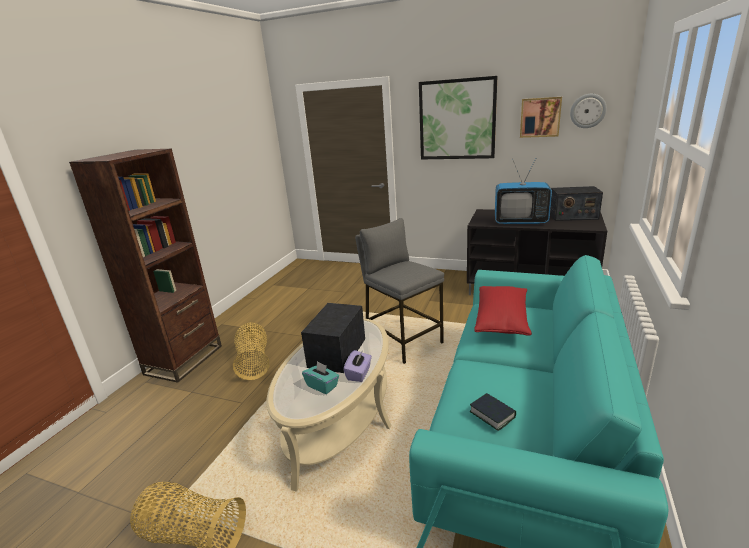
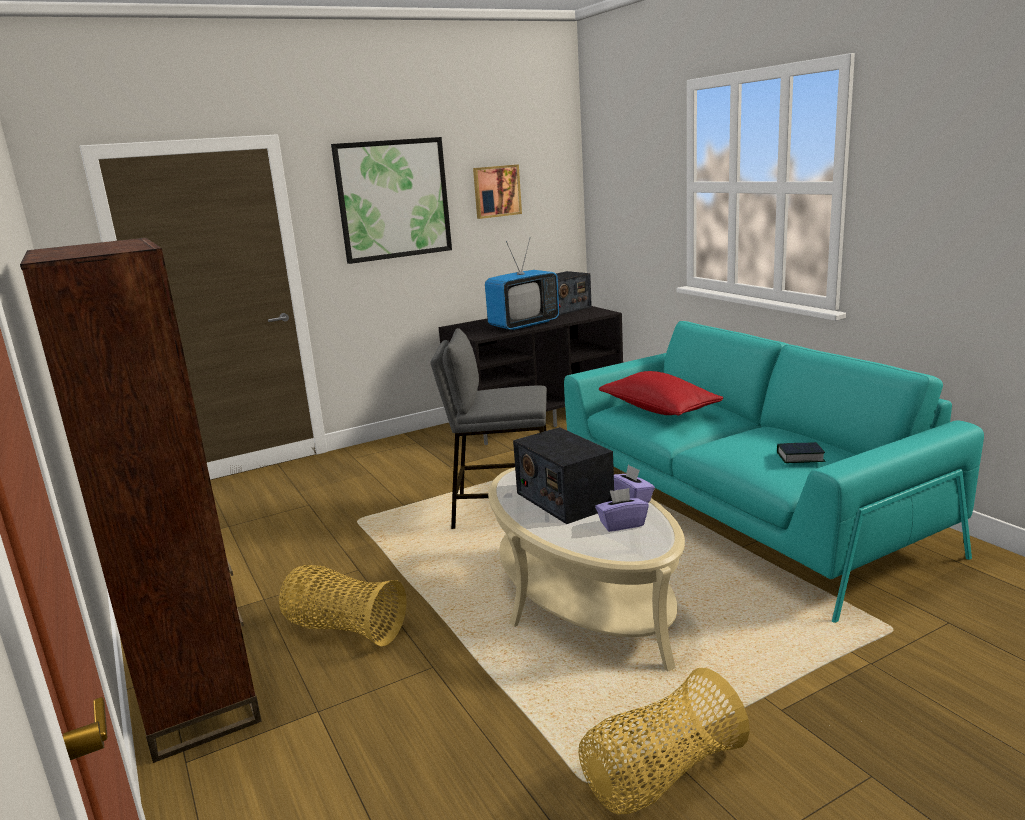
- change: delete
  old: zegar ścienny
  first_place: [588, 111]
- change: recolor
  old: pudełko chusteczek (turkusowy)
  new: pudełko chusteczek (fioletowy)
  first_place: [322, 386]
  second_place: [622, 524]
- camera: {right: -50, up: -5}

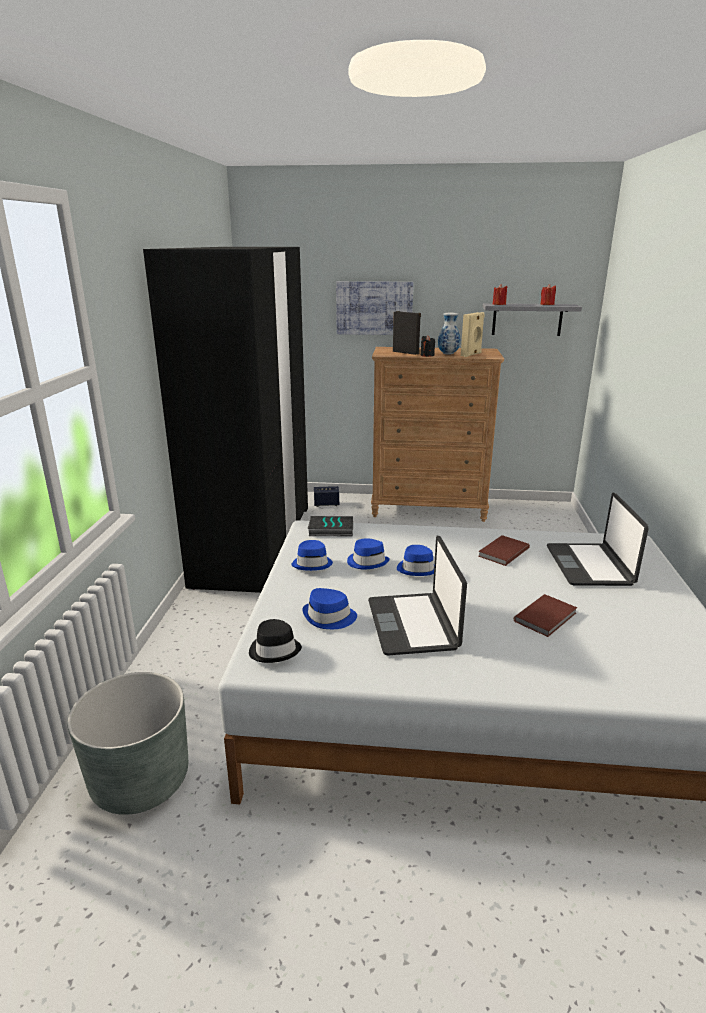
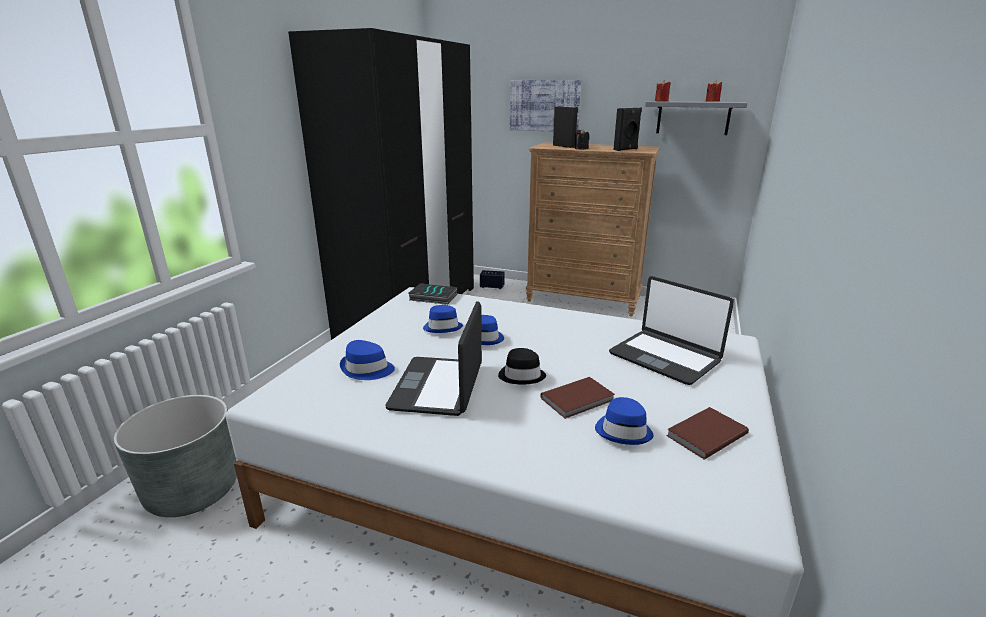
- change: delete
  old: wazon
  first_place: [447, 354]
- change: move
  old: kapelusz (czarny)
  first_place: [275, 650]
  second_place: [522, 375]
- change: move
  old: kapelusz (niebieski)
  first_place: [312, 563]
  second_place: [623, 431]
- change: move
  old: książka (brązowy)
  first_place: [502, 552]
  second_place: [704, 434]
- change: recolor
  old: głośnik (beżowy)
  new: głośnik (czarny)
  first_place: [471, 354]
  second_place: [626, 149]
- change: rotate
  old: laptop
  first_place: [590, 566]
  second_place: [665, 357]
  degrees: -60
- camera: {right: 15, up: 0}

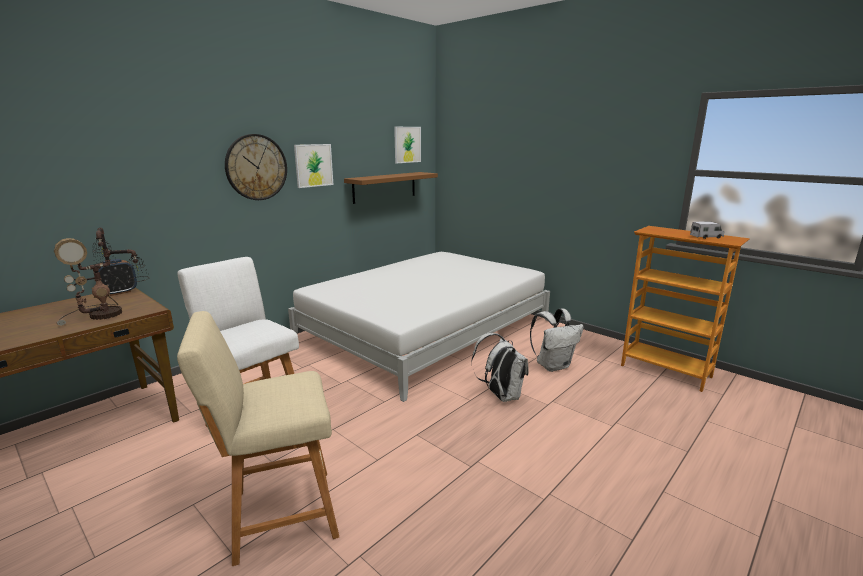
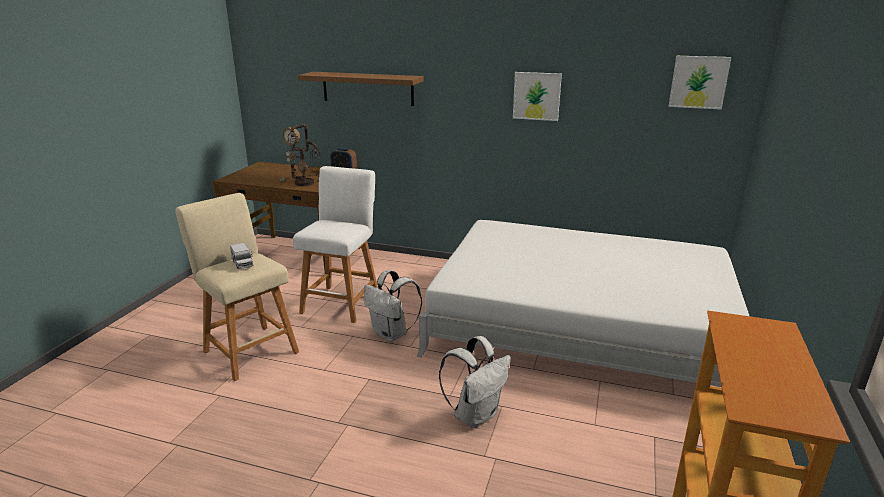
- change: delete
  old: zegar ścienny
  first_place: [256, 167]
- change: move
  old: półka (brązowy)
  first_place: [384, 187]
  second_place: [367, 88]
- change: move
  old: plecak (biały)
  first_place: [553, 365]
  second_place: [392, 334]
- change: move
  old: ciężarówka zabawkowa
  first_place: [706, 237]
  second_place: [242, 263]
- camera: {right: 65, up: 5}

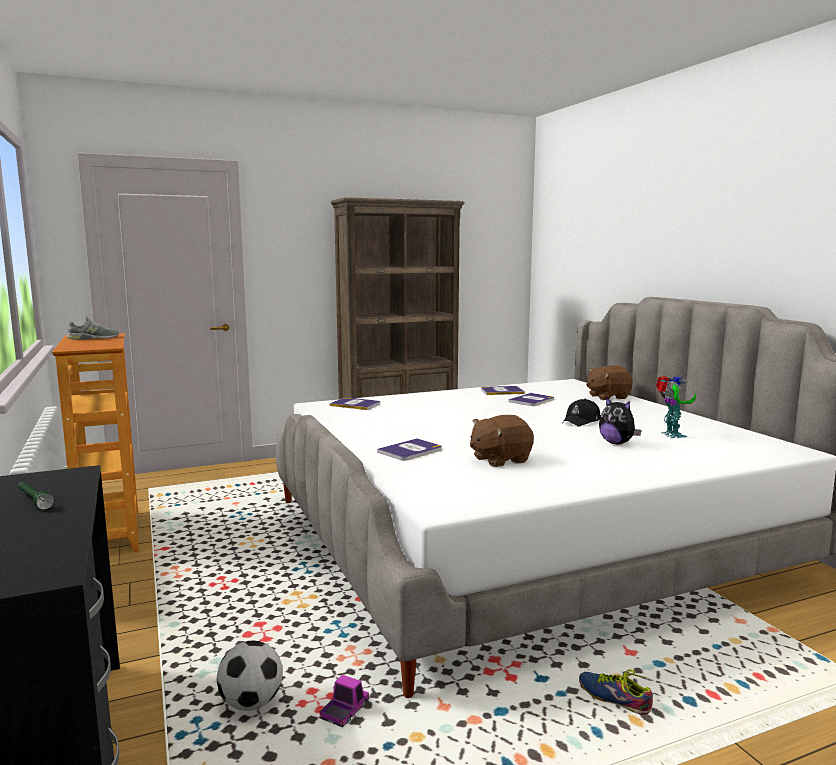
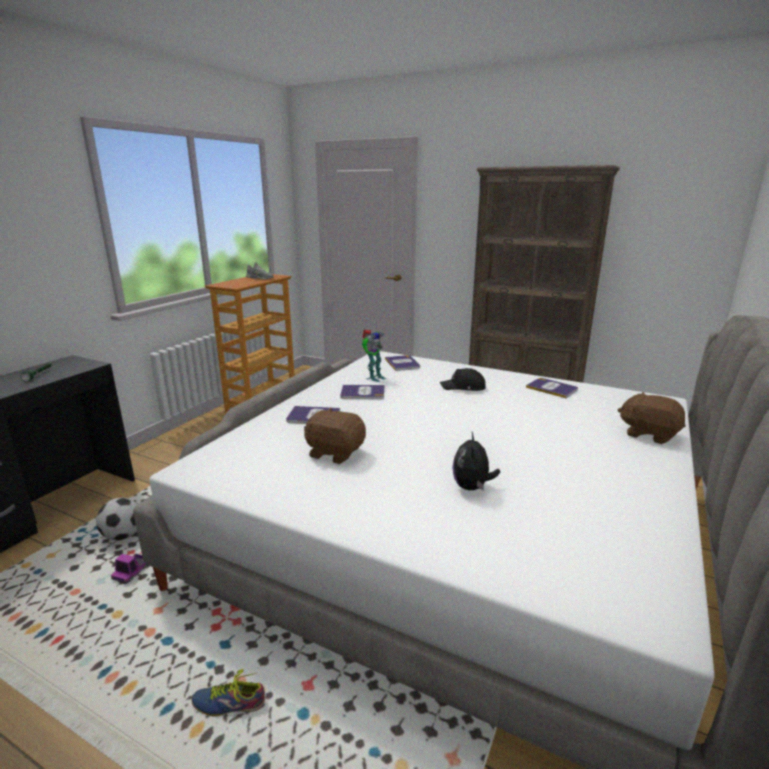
- change: move
  old: książka
  first_place: [532, 400]
  second_place: [362, 393]
- change: move
  old: czapka z daszkiem (czarny)
  first_place: [581, 421]
  second_place: [463, 387]
- change: move
  old: robot zabawkowy
  first_place: [671, 435]
  second_place: [373, 378]
- change: rotate
  old: ciężarówka zabawkowa
  first_place: [345, 712]
  second_place: [132, 572]
  degrees: 120
- change: rotate
  old: but
  first_place: [614, 696]
  second_place: [229, 701]
  degrees: -90
- camera: {right: 50, up: 10}

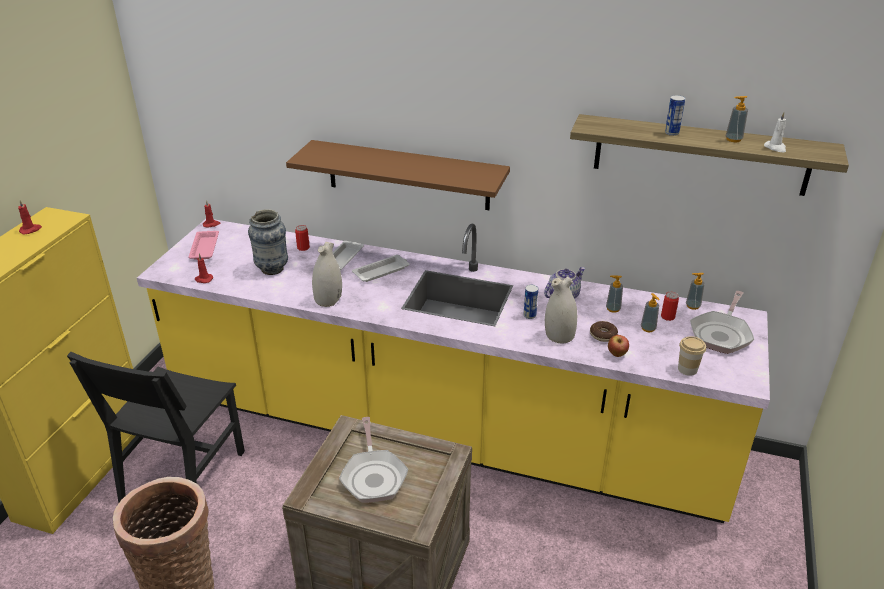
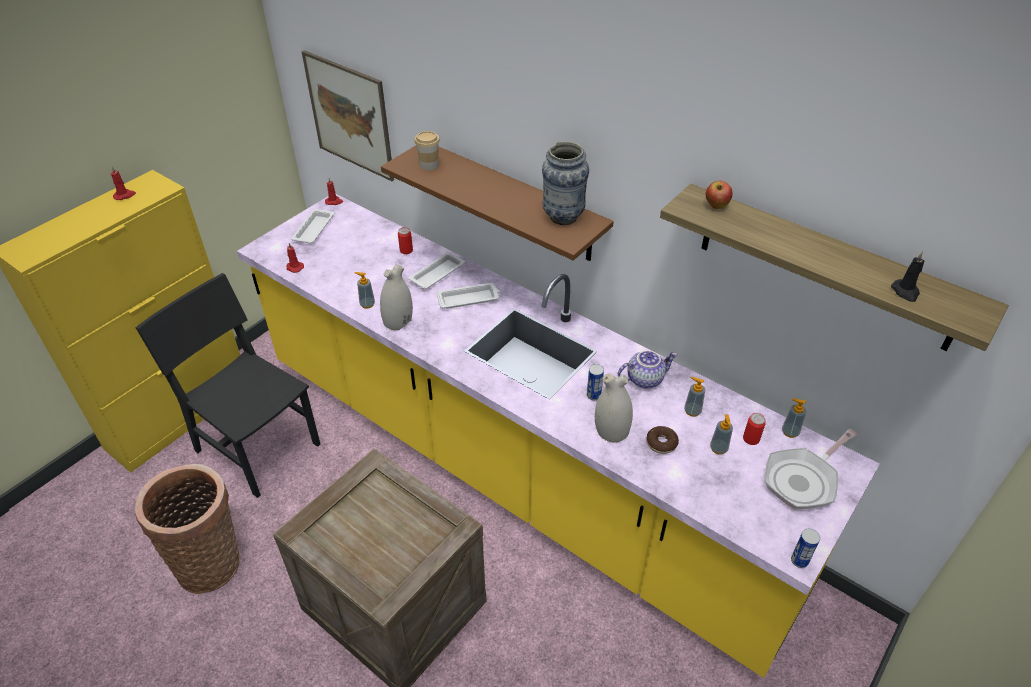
- change: delete
  old: patelnia
  first_place: [373, 476]
- change: insert
  new: obraz
  second_place: [349, 116]
- change: move
  old: wazon
  first_place: [272, 269]
  second_place: [563, 217]
- change: move
  old: jabłko
  first_place: [617, 354]
  second_place: [716, 206]
- change: move
  old: puszka
  first_place: [671, 133]
  second_place: [799, 561]
- change: move
  old: filiżanka
  first_place: [687, 369]
  second_place: [429, 165]
- change: move
  old: dozownik mydła
  first_place: [733, 139]
  second_place: [367, 304]
- change: recolor
  old: taca (różowy)
  new: taca (biały)
  first_place: [205, 247]
  second_place: [314, 229]
- change: recolor
  old: świeca (biały)
  new: świeca (czarny)
  first_place: [775, 148]
  second_place: [905, 292]
- change: rotate
  old: krzesło (czarny)
  first_place: [183, 476]
  second_place: [258, 447]
  degrees: 90
- camera: {right: 20, up: 10}

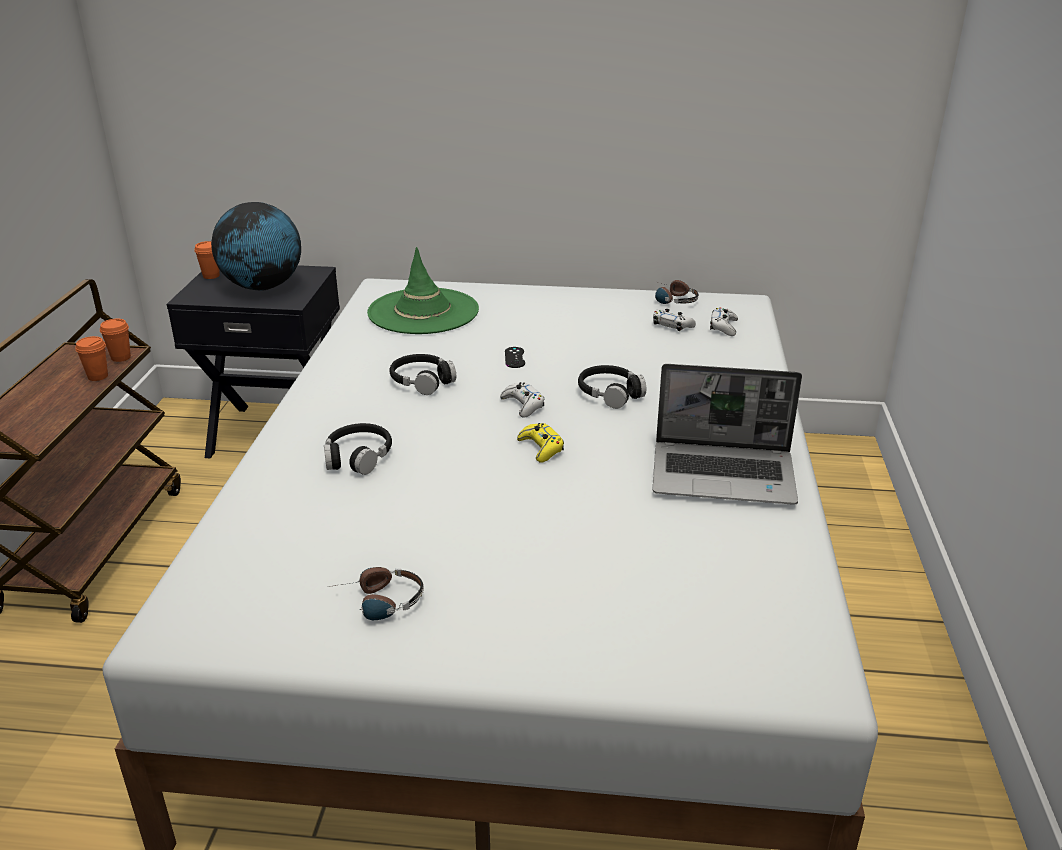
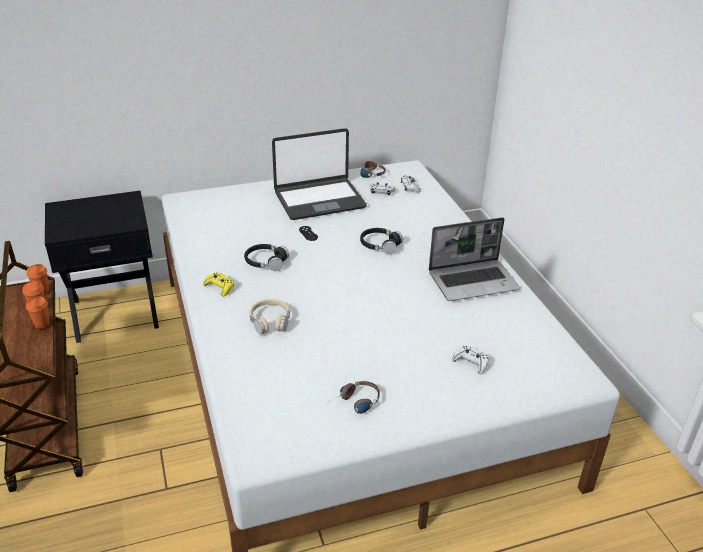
- change: delete
  old: globus
  first_place: [262, 287]
- change: delete
  old: kapelusz (zielony)
  first_place: [423, 312]
- change: insert
  new: laptop
  second_place: [319, 200]
- change: move
  old: filiżanka (pomarańczowy)
  first_place: [211, 276]
  second_place: [42, 324]
- change: move
  old: pad do gier (biały)
  first_place: [523, 405]
  second_place: [471, 362]
- change: move
  old: pad do gier (żółty)
  first_place: [541, 448]
  second_place: [220, 287]
- change: recolor
  old: słuchawki (czarny)
  new: słuchawki (beżowy)
  first_place: [358, 457]
  second_place: [270, 321]
- camera: {right: -25, up: 5}

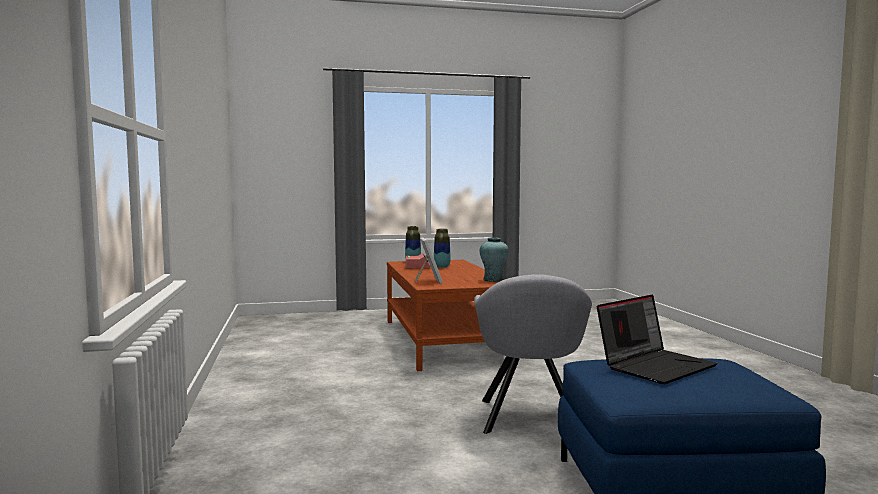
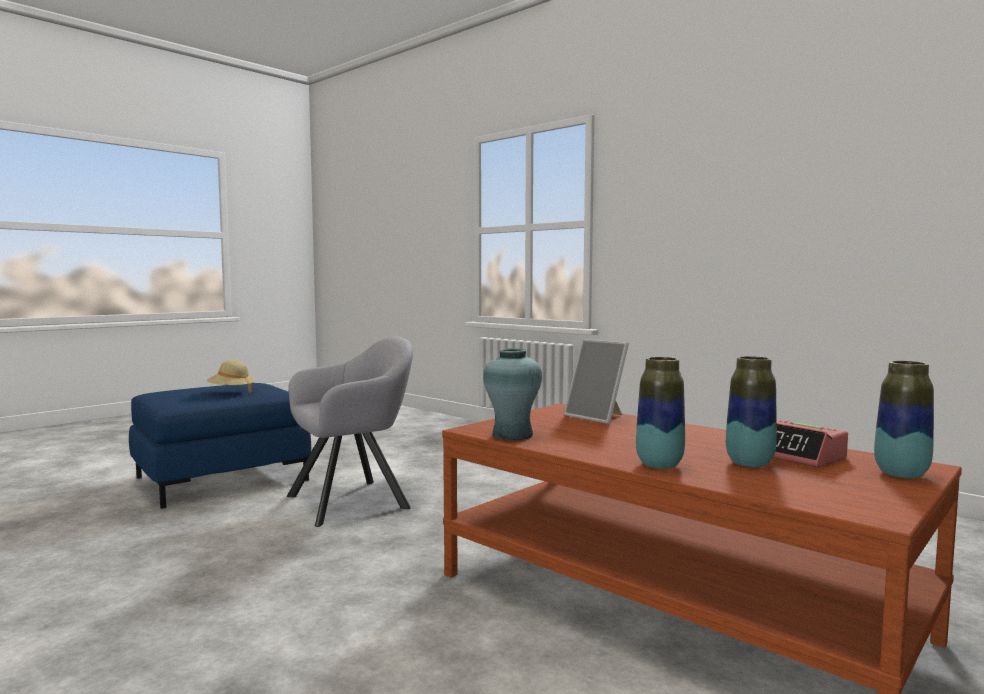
- change: insert
  new: wazon
  second_place: [659, 465]
- change: replace
  old: laptop
  new: kapelusz (beżowy)
  first_place: [655, 365]
  second_place: [232, 392]
- change: rotate
  old: fotel (szary)
  first_place: [529, 419]
  second_place: [355, 500]
  degrees: 90
- camera: {right: 145, up: 0}

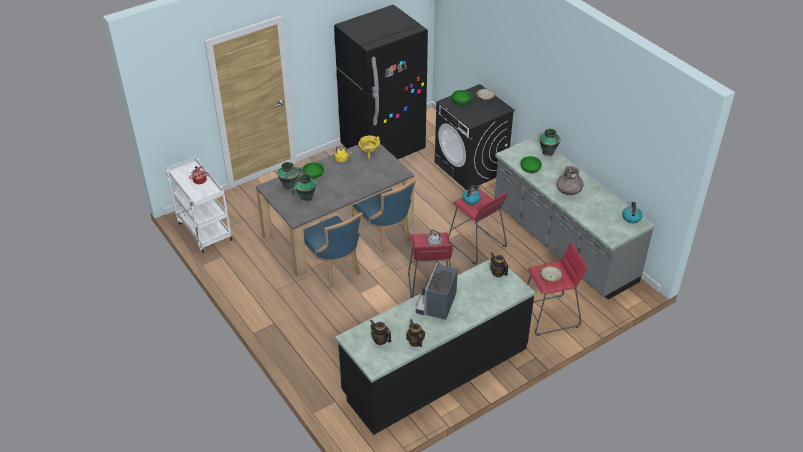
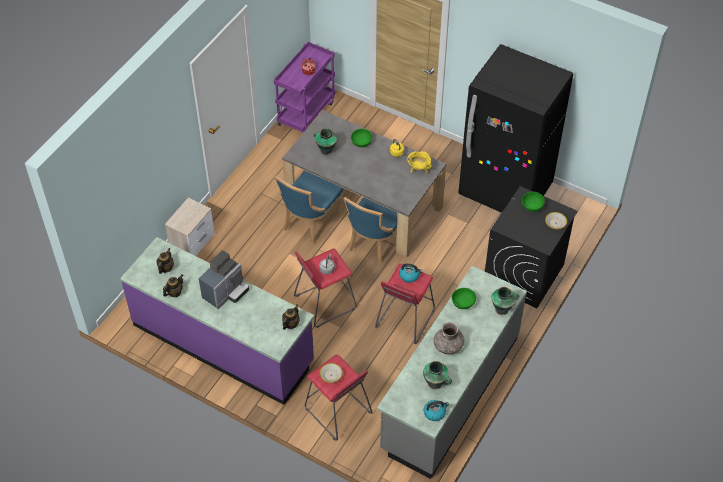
- change: insert
  new: szafka nocna
  second_place: [193, 241]
- change: move
  old: wazon
  first_place: [290, 186]
  second_place: [435, 384]
- change: recolor
  old: wózek (biały)
  new: wózek (fioletowy)
  first_place: [203, 230]
  second_place: [306, 112]
- change: recolor
  old: zabudowa kuchenna (czarny)
  new: zabudowa kuchenna (fioletowy)
  first_place: [435, 370]
  second_place: [223, 343]
- change: rotate
  old: ekspres do kawy
  first_place: [437, 305]
  second_place: [226, 292]
  degrees: 135
- camera: {right: 65, up: 10}

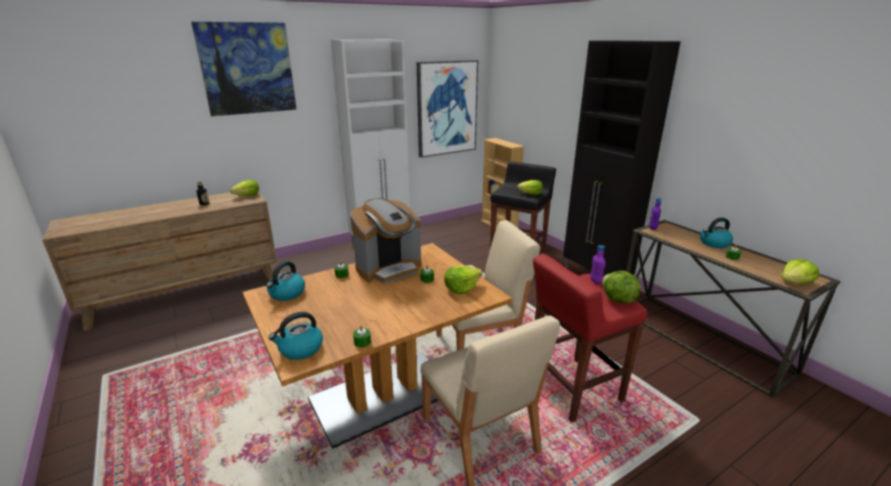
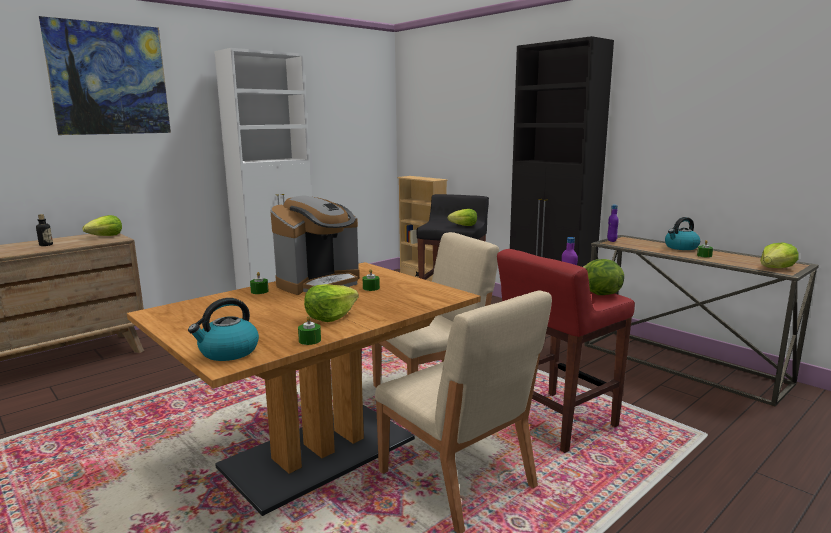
- change: delete
  old: czajnik
  first_place: [287, 294]
- change: delete
  old: obraz
  first_place: [446, 108]
- change: move
  old: sałata
  first_place: [461, 288]
  second_place: [330, 317]
- camera: {right: -10, up: -10}

